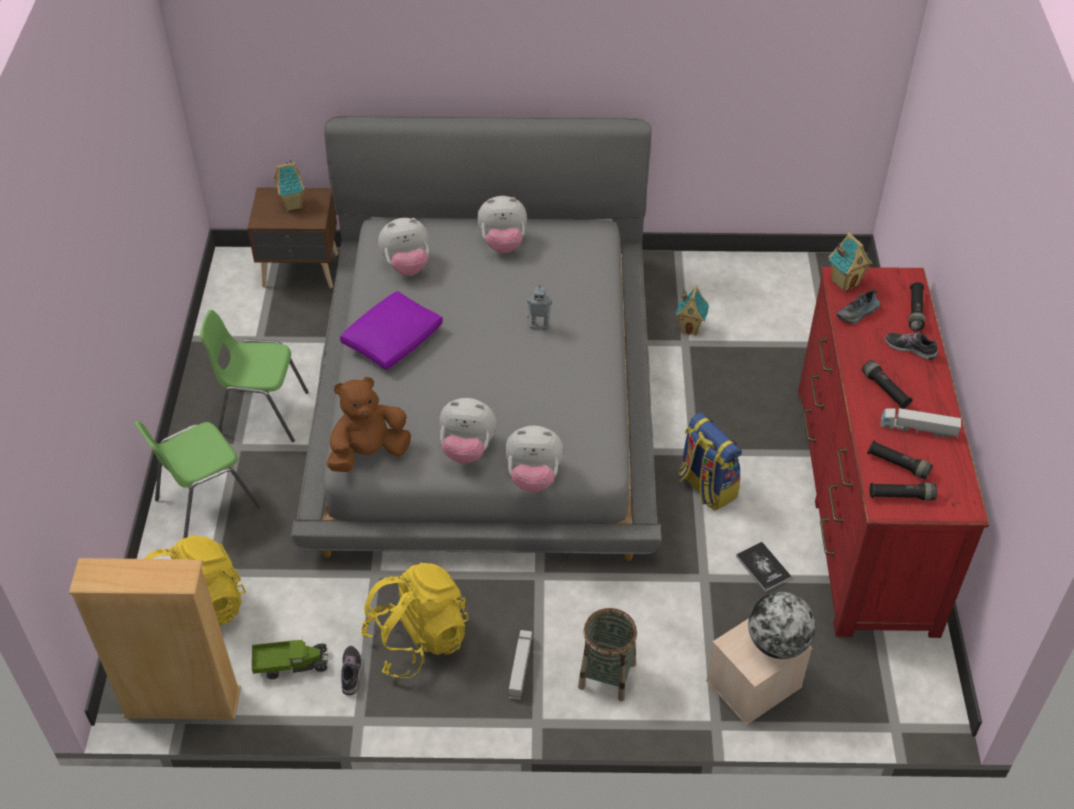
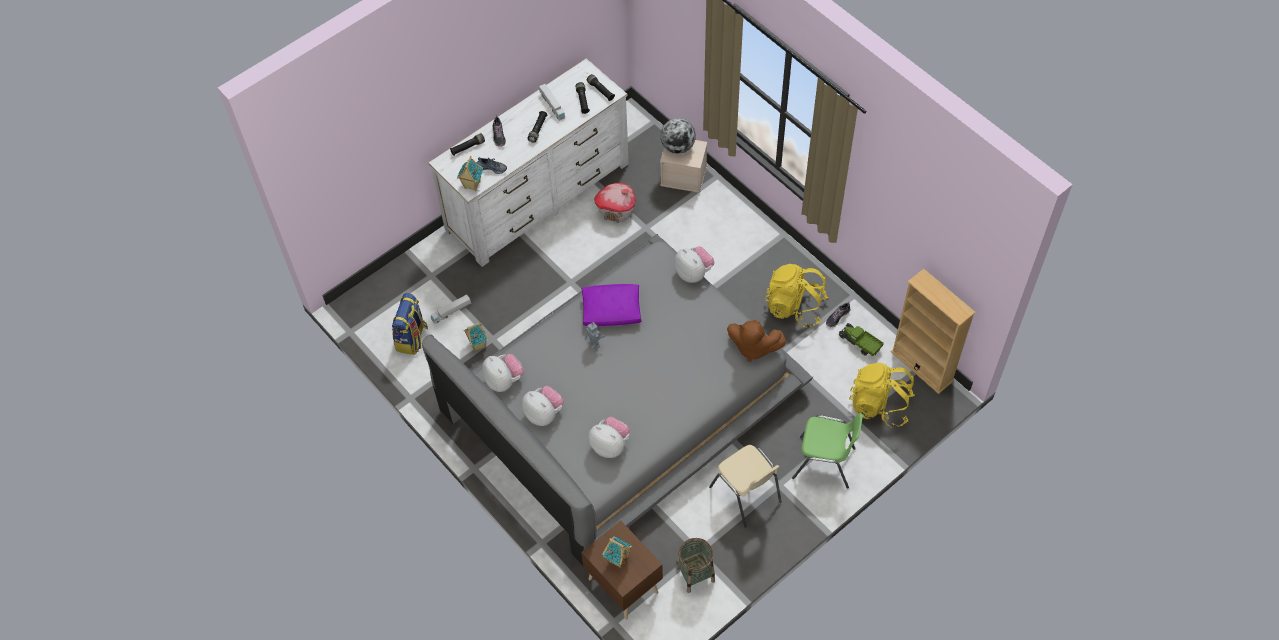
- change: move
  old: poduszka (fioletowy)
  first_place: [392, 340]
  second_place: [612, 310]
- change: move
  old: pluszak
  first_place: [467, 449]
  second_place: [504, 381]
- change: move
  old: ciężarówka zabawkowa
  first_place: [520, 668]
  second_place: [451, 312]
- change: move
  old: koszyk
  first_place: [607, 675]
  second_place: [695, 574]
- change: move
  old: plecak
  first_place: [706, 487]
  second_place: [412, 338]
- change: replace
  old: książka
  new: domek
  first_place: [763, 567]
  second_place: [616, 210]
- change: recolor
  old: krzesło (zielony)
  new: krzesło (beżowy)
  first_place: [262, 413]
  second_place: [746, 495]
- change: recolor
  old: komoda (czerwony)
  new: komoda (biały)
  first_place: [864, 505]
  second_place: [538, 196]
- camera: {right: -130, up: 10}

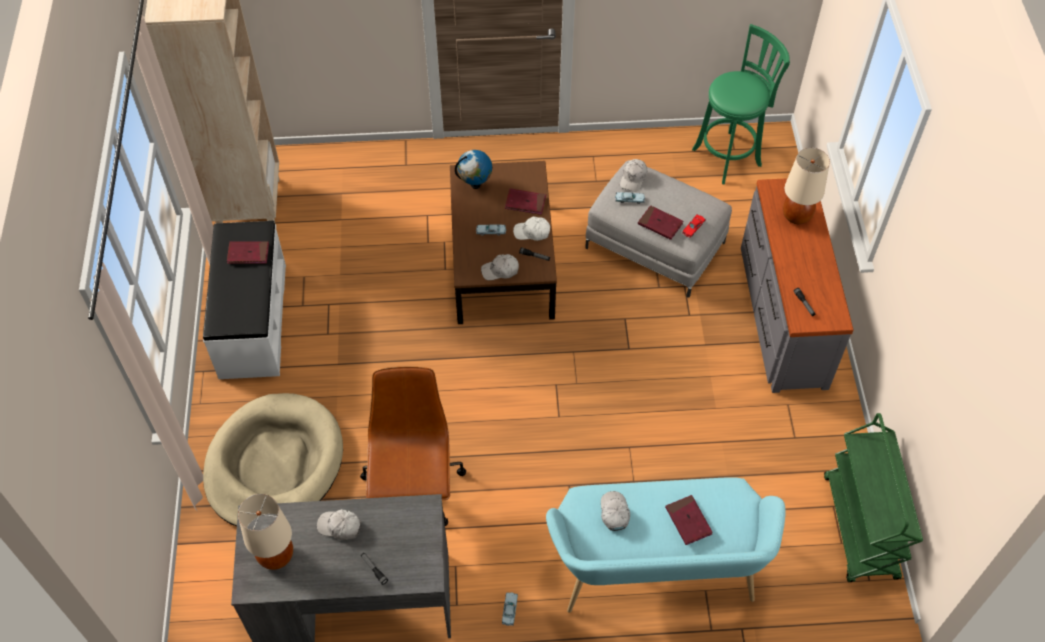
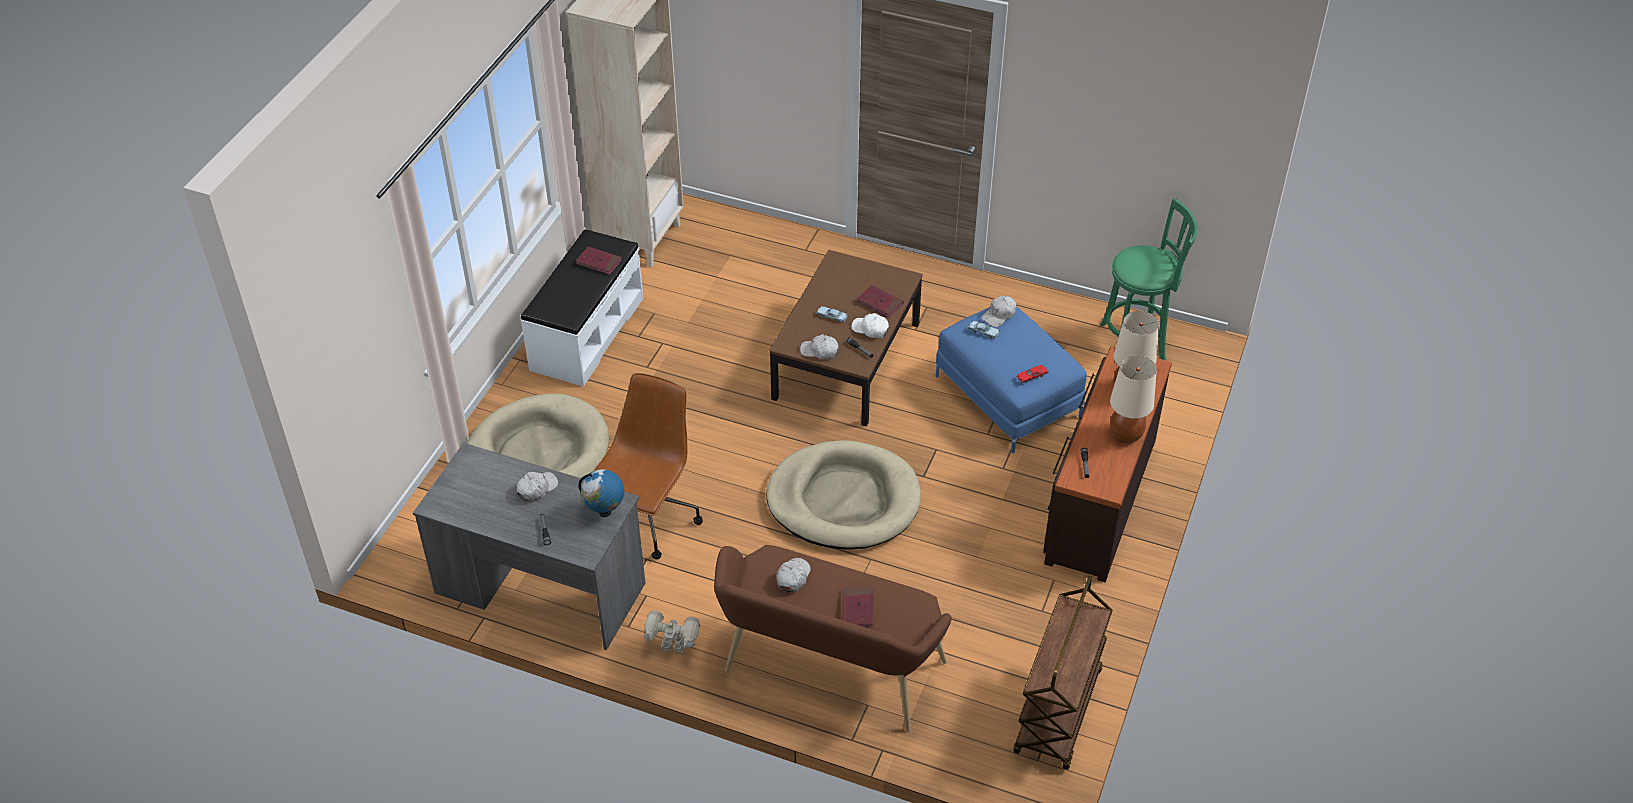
- change: delete
  old: książka (czerwony)
  first_place: [660, 224]
- change: insert
  new: legowisko (beżowy)
  second_place: [843, 500]
- change: move
  old: lampa stołowa (beżowy)
  first_place: [276, 556]
  second_place: [1126, 434]
- change: move
  old: globus
  first_place: [475, 184]
  second_place: [605, 512]
- change: replace
  old: samochodzik (niebieski)
  new: robot zabawkowy
  first_place: [509, 610]
  second_place: [673, 649]
- change: recolor
  old: ławka (turkusowy)
  new: ławka (brązowy)
  first_place: [655, 574]
  second_place: [828, 673]
- change: recolor
  old: pufa (szary)
  new: pufa (niebieski)
  first_place: [655, 244]
  second_place: [1008, 396]
- change: recolor
  old: komoda (szary)
  new: komoda (brązowy)
  first_place: [781, 315]
  second_place: [1098, 500]
- change: recolor
  old: wózek (zielony)
  new: wózek (brązowy)
  first_place: [860, 528]
  second_place: [1058, 712]
- change: rotate
  old: czapka z daszkiem (biały)
  first_place: [340, 527]
  second_place: [537, 489]
  degrees: 90
- camera: {right: 25, up: -10}

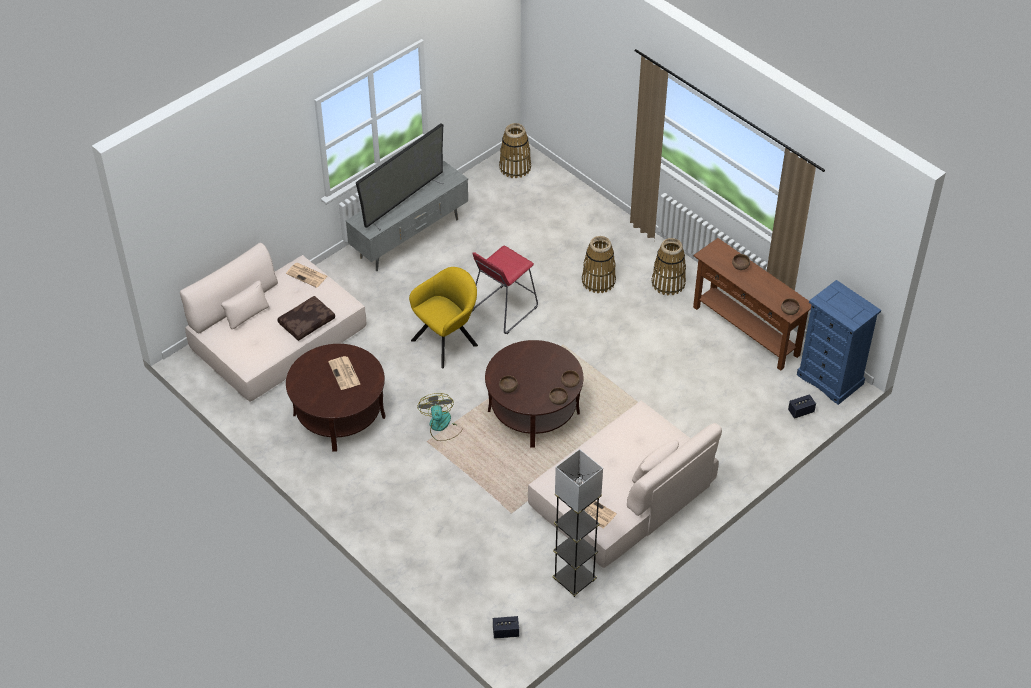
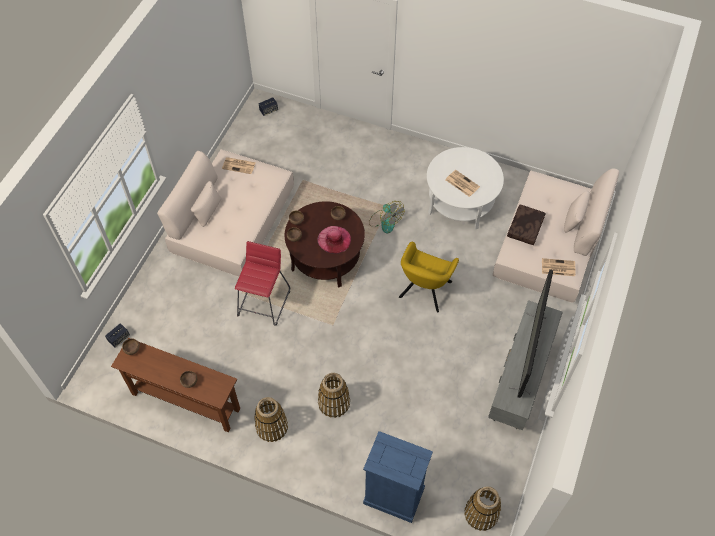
- change: delete
  old: lampa stojąca (szary)
  first_place: [574, 580]
- change: insert
  new: kapelusz (różowy)
  second_place: [334, 239]
- change: move
  old: stołek (czerwony)
  first_place: [503, 309]
  second_place: [264, 302]
- change: move
  old: komoda (niebieski)
  first_place: [830, 379]
  second_place: [393, 495]
- change: recolor
  old: ława (brązowy)
  new: ława (biały)
  first_place: [339, 415]
  second_place: [460, 202]
- camera: {right: 155, up: 10}

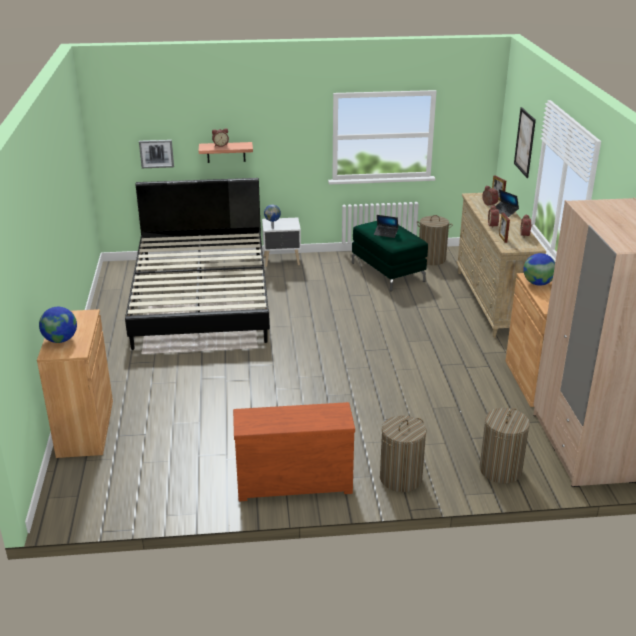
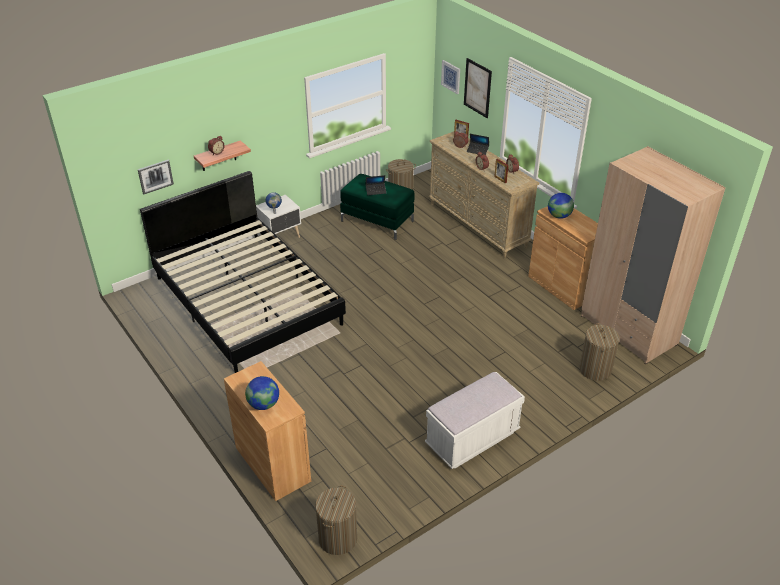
- change: insert
  new: obraz
  second_place: [451, 76]
- change: move
  old: kosz na pranie
  first_place: [401, 478]
  second_place: [337, 538]
- change: replace
  old: komoda (brązowy)
  new: ławka (biały)
  first_place: [294, 481]
  second_place: [472, 439]
- camera: {right: -30, up: 10}

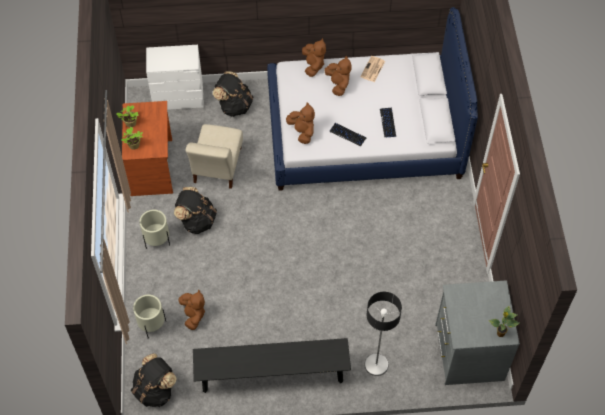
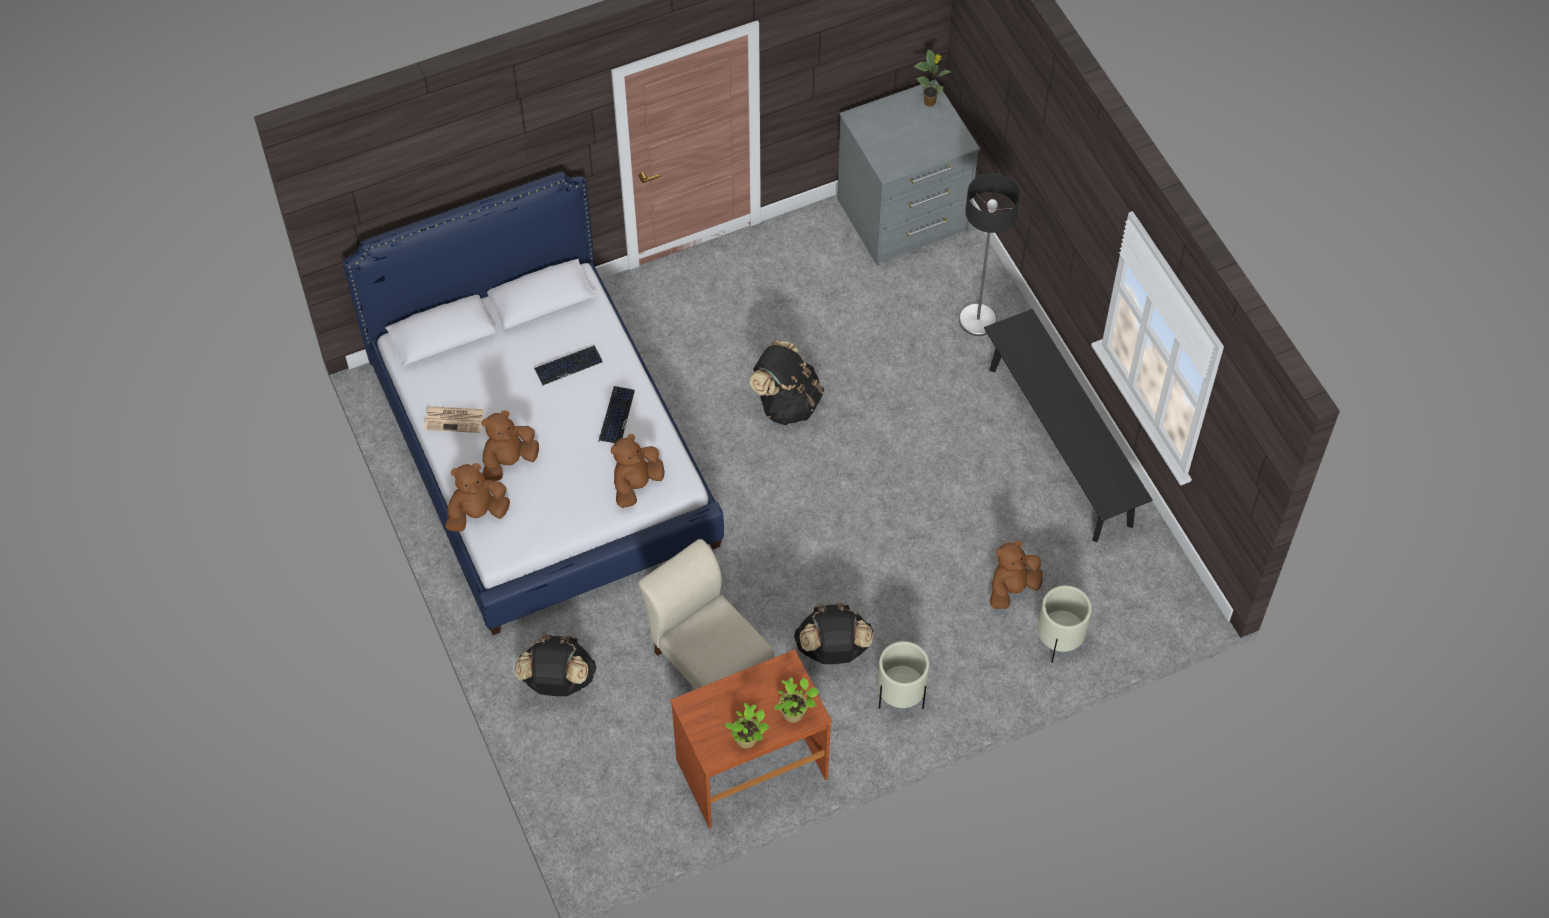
- change: delete
  old: komoda (biały)
  first_place: [178, 97]
- change: move
  old: plecak (czarny)
  first_place: [155, 390]
  second_place: [787, 403]
- change: rotate
  old: krzesło (beżowy)
  first_place: [217, 167]
  second_place: [709, 659]
  degrees: -120
- camera: {right: -110, up: 0}

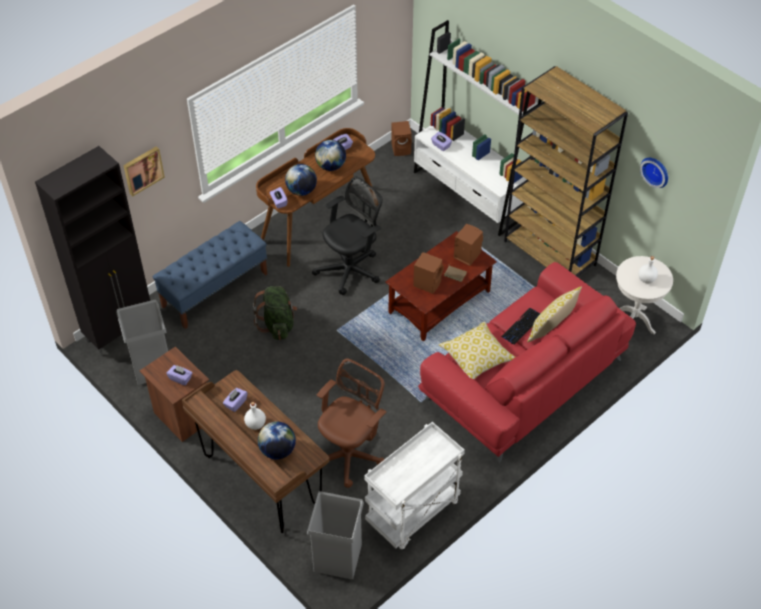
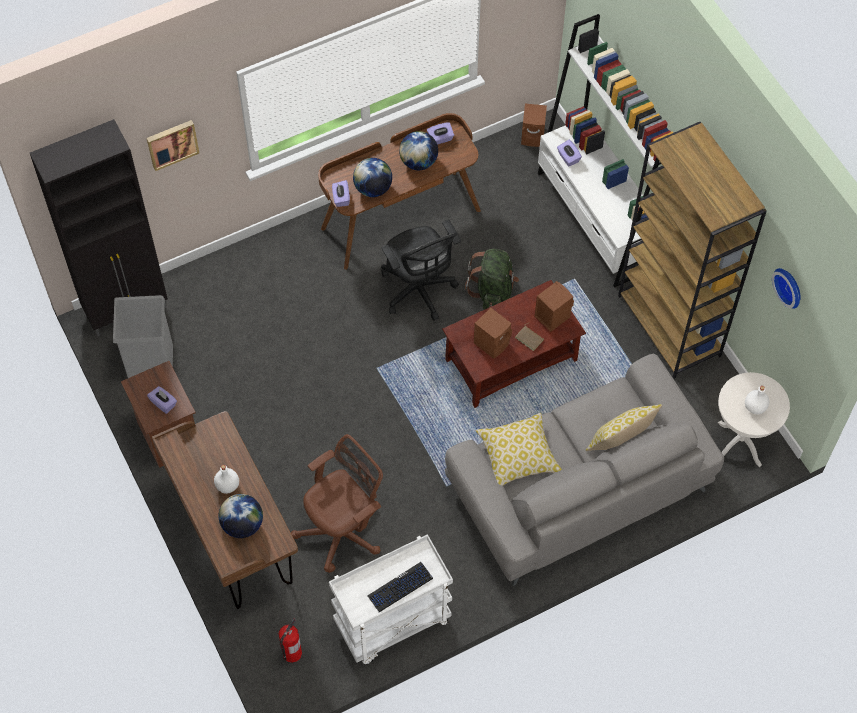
- change: delete
  old: ławka (niebieski)
  first_place: [215, 290]
- change: delete
  old: pudełko chusteczek (fioletowy)
  first_place: [235, 403]
- change: move
  old: plecak (zielony)
  first_place: [278, 324]
  second_place: [493, 291]
- change: move
  old: klawiatura
  first_place: [522, 326]
  second_place: [400, 587]
- change: replace
  old: kosz na śmieci (szary)
  new: gaśnica
  first_place: [338, 557]
  second_place: [292, 653]
- change: recolor
  old: kanapa (czerwony)
  new: kanapa (szary)
  first_place: [523, 379]
  second_place: [578, 486]
- change: rotate
  old: krzesło biurowe (czarny)
  first_place: [351, 269]
  second_place: [419, 291]
  degrees: 90
- camera: {right: 15, up: 10}

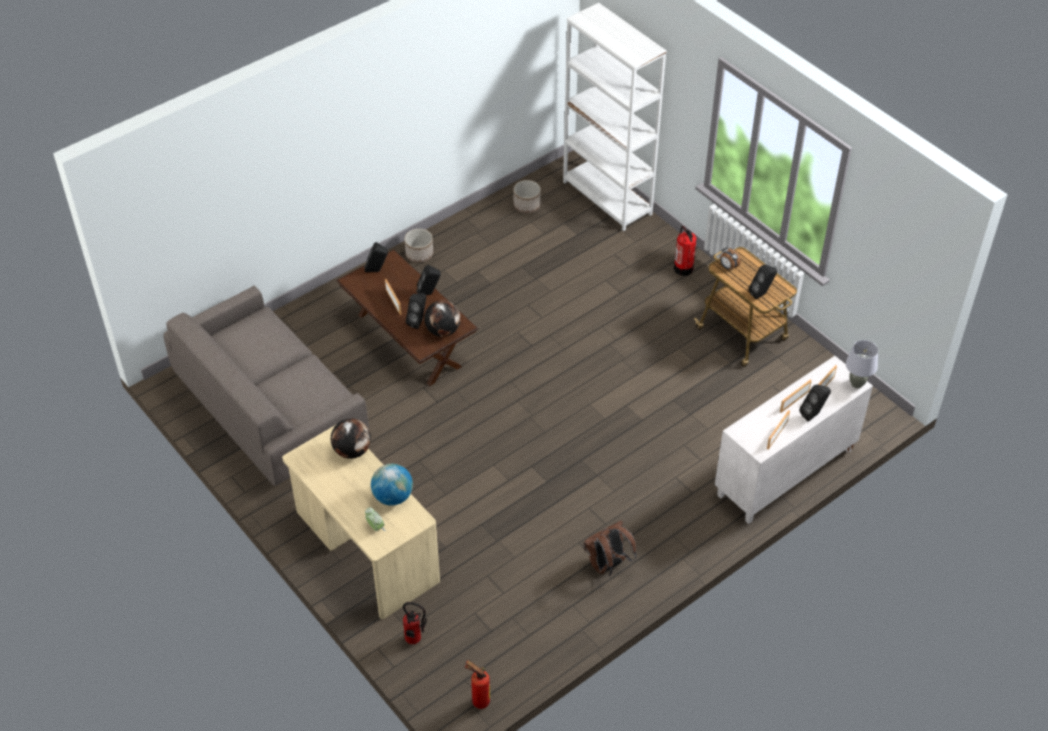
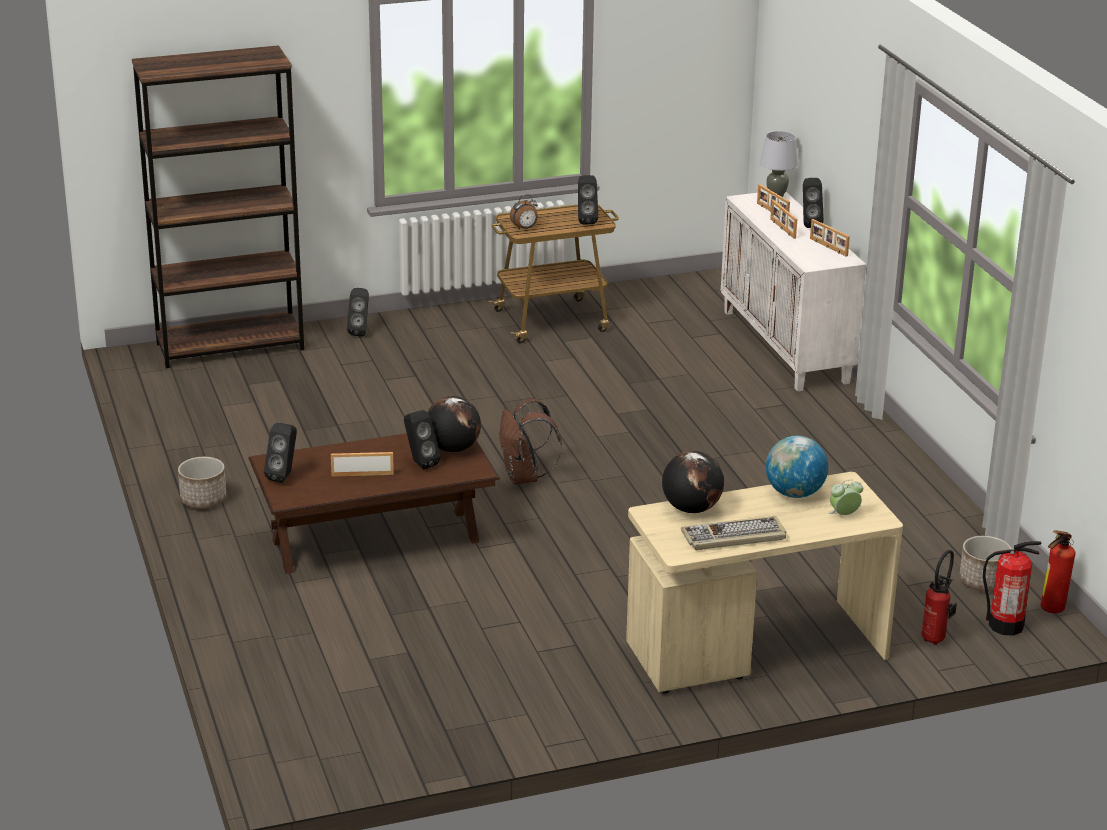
- change: delete
  old: kanapa (szary)
  first_place: [271, 412]
- change: insert
  new: klawiatura
  second_place: [733, 536]
- change: move
  old: głośnik (czarny)
  first_place: [429, 293]
  second_place: [361, 332]
- change: move
  old: donica
  first_place: [527, 205]
  second_place: [982, 581]
- change: move
  old: plecak (brązowy)
  first_place: [607, 565]
  second_place: [524, 478]
- change: move
  old: gaśnica
  first_place: [683, 268]
  second_place: [1005, 625]
- change: recolor
  old: regał (biały)
  new: regał (brązowy)
  first_place: [607, 198]
  second_place: [230, 346]
- camera: {right: -70, up: -20}

